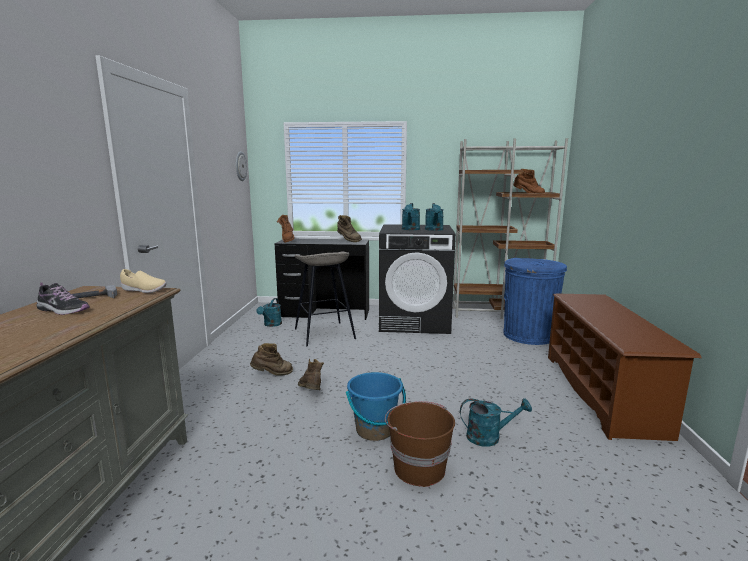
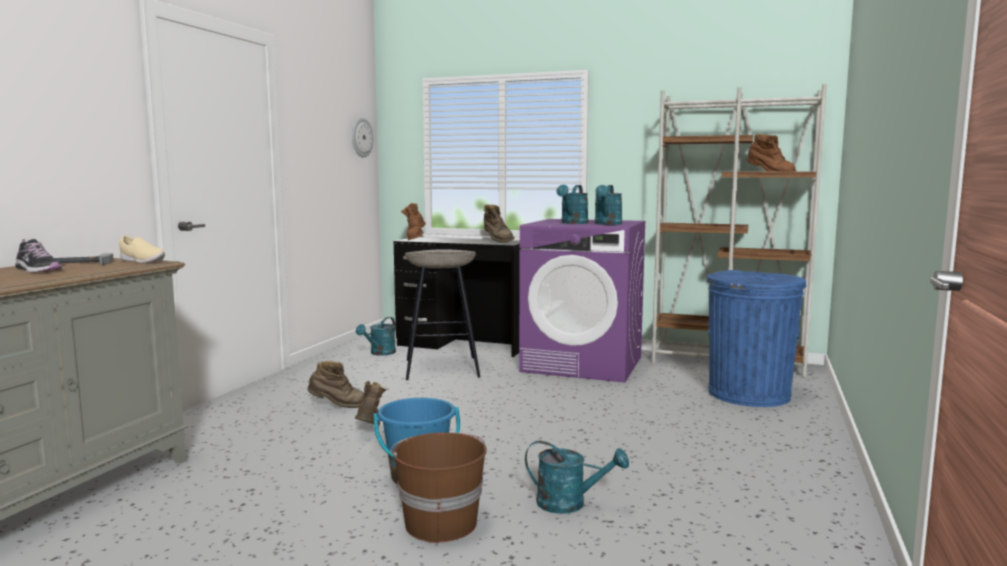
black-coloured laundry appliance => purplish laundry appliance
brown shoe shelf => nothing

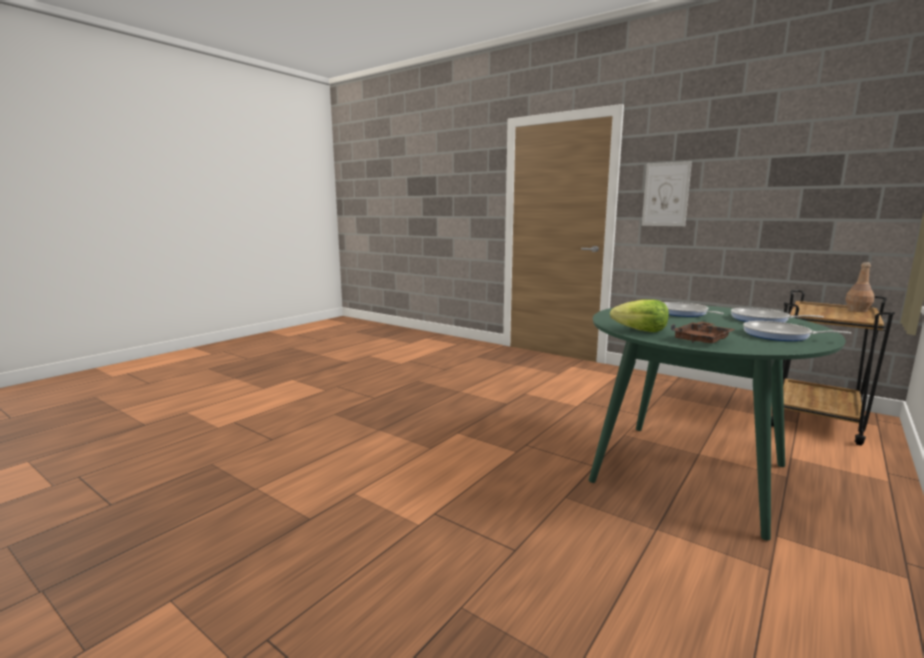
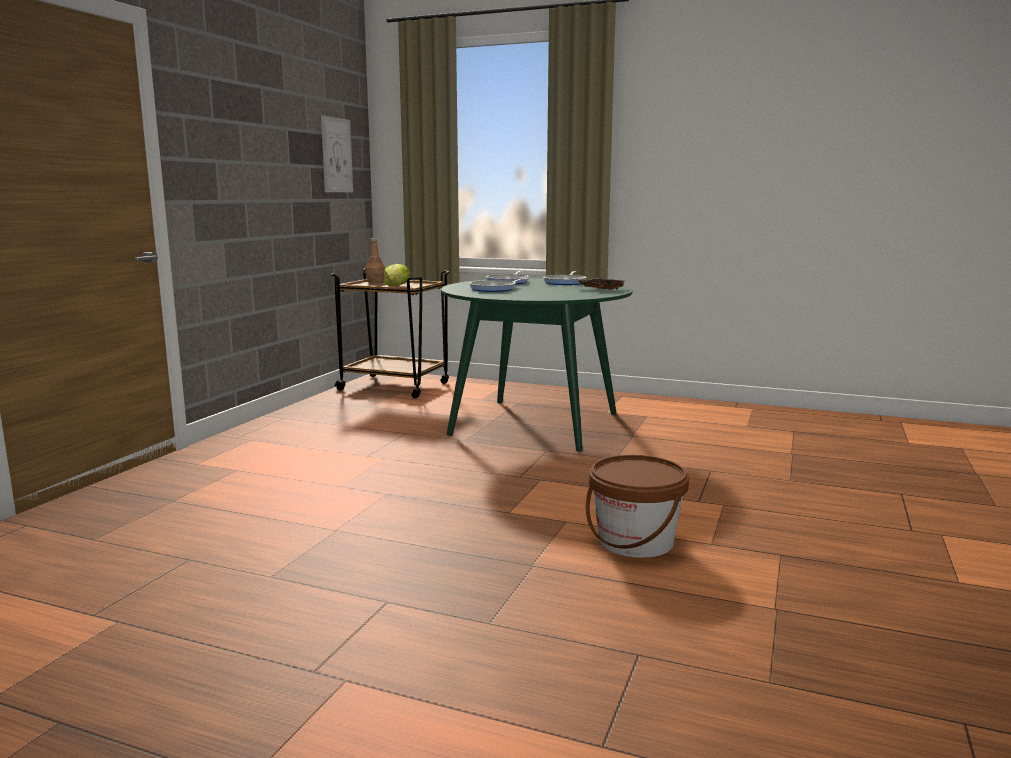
head of lettuce, shifted
wall art, shifted
nothing => brown water bucket

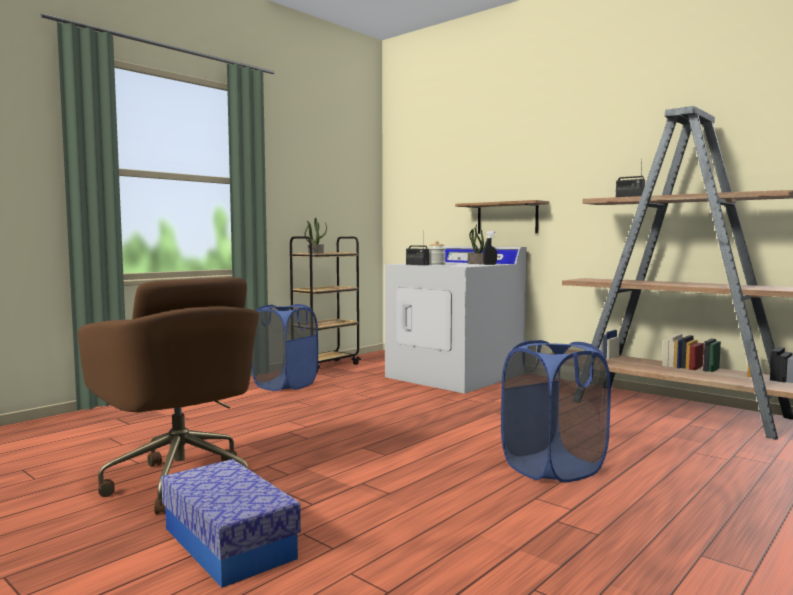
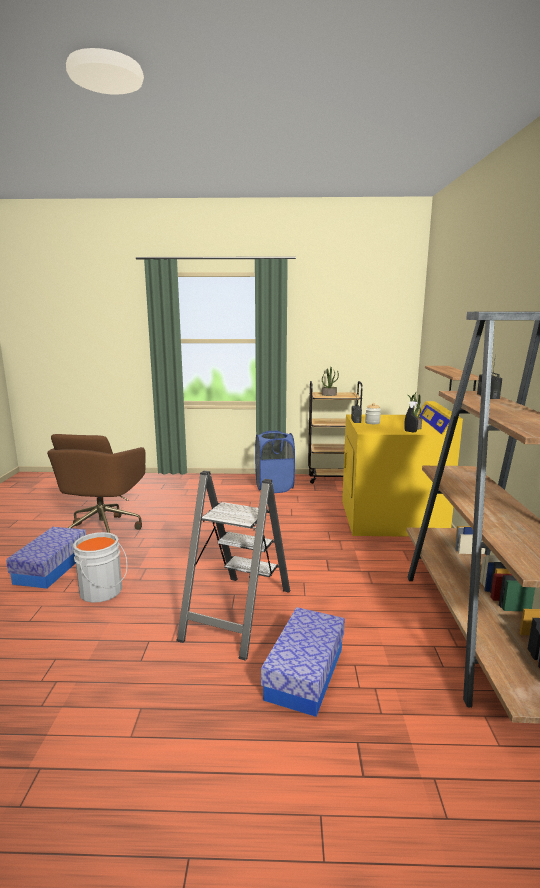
whitish laundry appliance => yellowish laundry appliance
blue washing basket (no. 2 from left) => greyish step ladder
nothing => greyish water bucket
nothing => storage container (no. 2 from left)

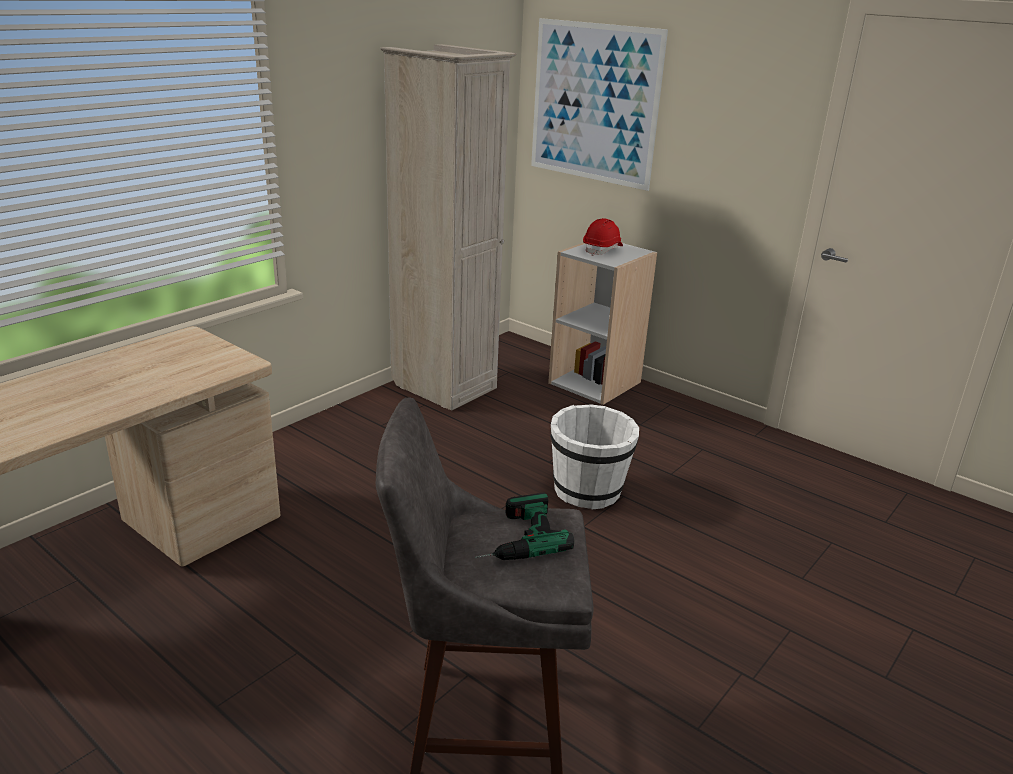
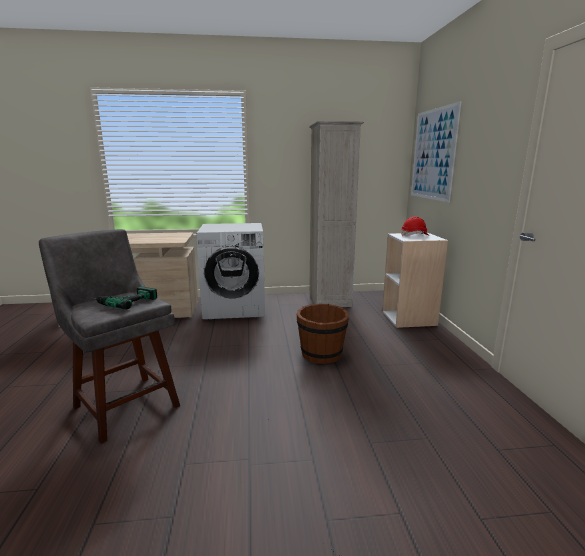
whitish water bucket => brown water bucket
nothing => whitish laundry appliance

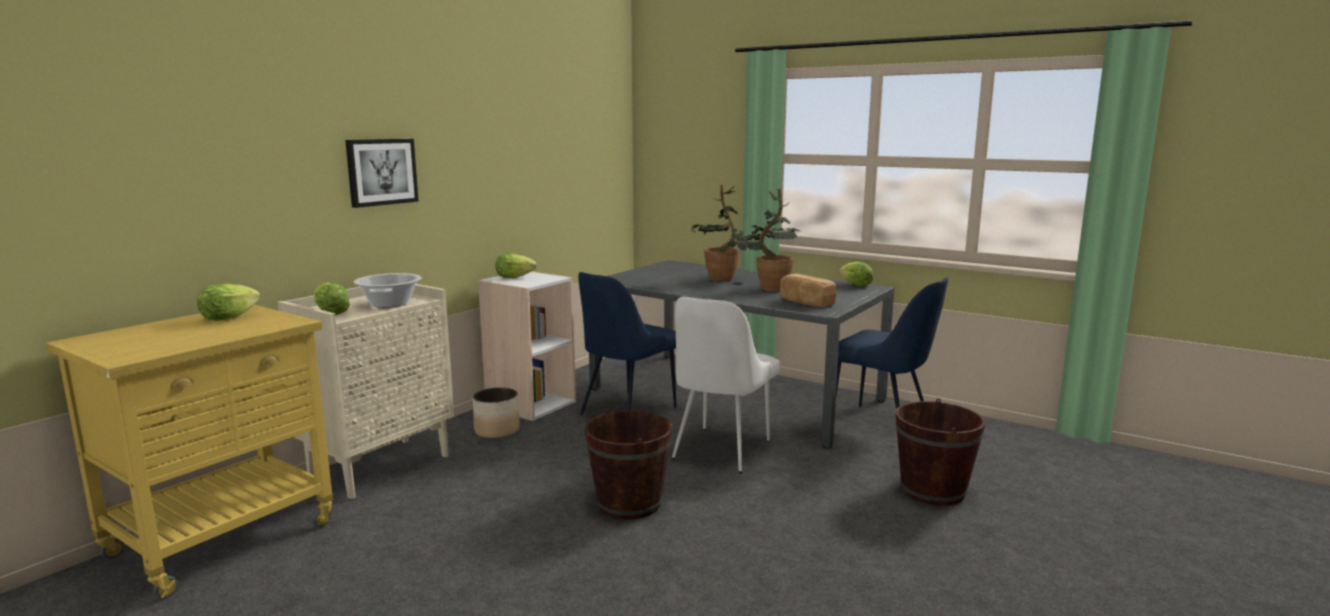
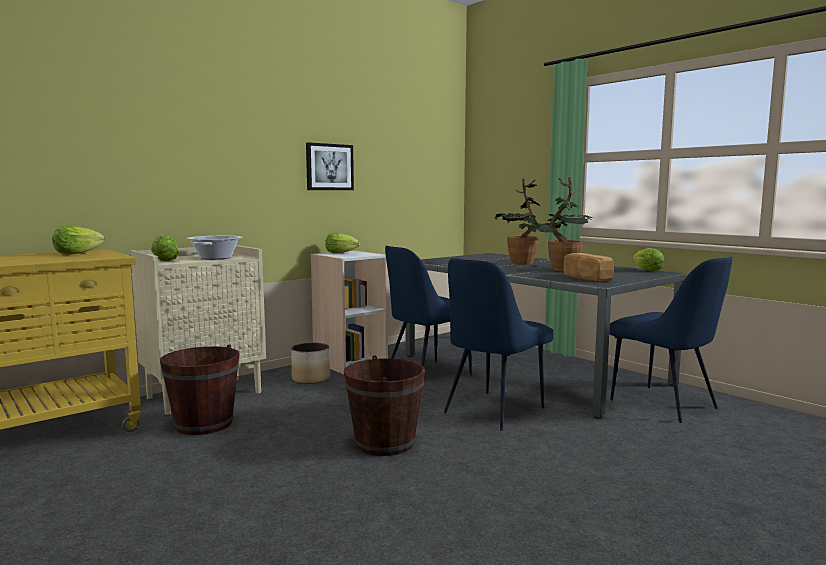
wall art, shifted
whitish plain chair => blue plain chair (no. 2 from left)
brown water bucket (no. 2 from left in the first image) => brown water bucket (no. 1 from left), shifted

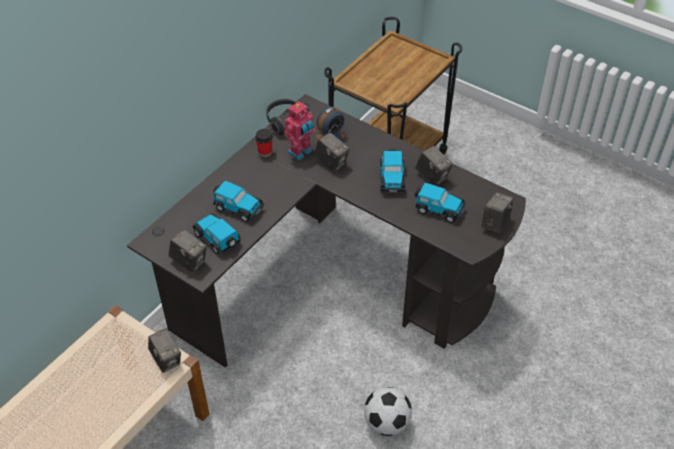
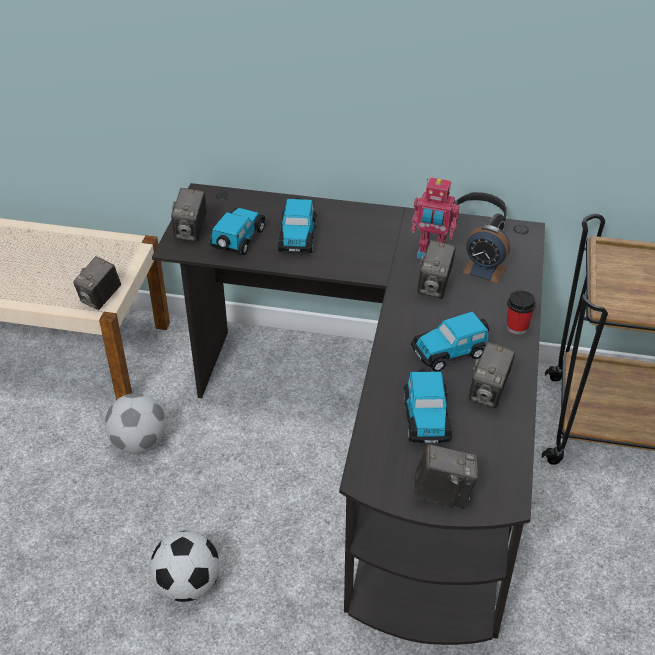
cup, shifted
nothing => football ball (no. 1 from left)

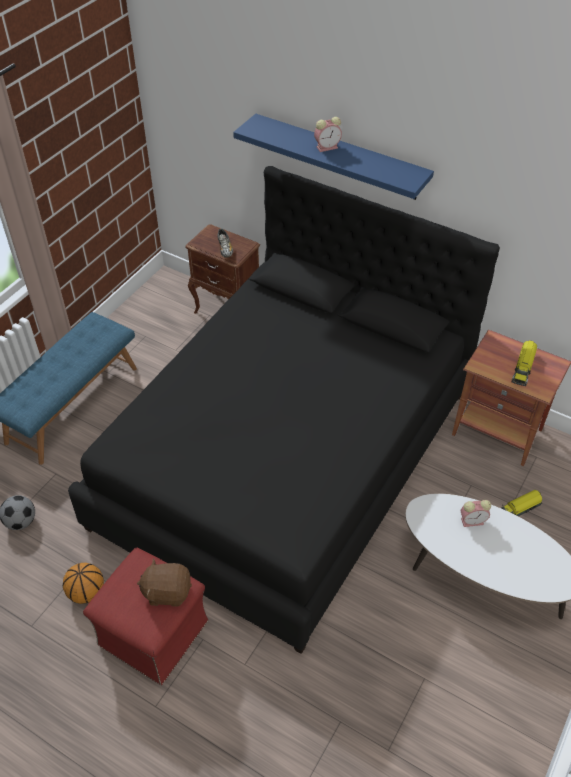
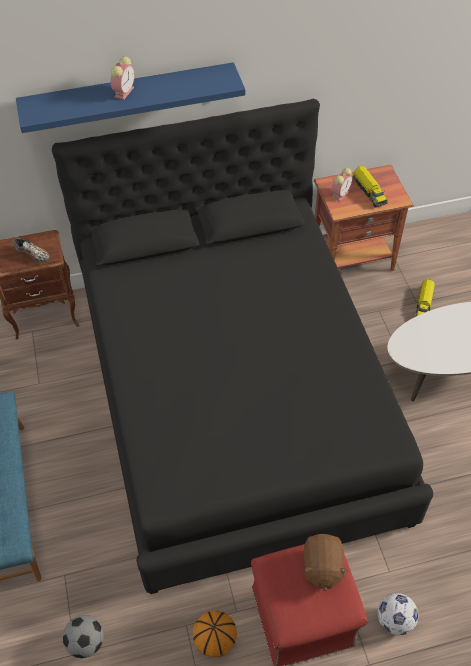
brown cuddly toy, 45 degrees counterclockwise
alarm clock (no. 2 from left), shifted
nothing => football ball (no. 2 from left)

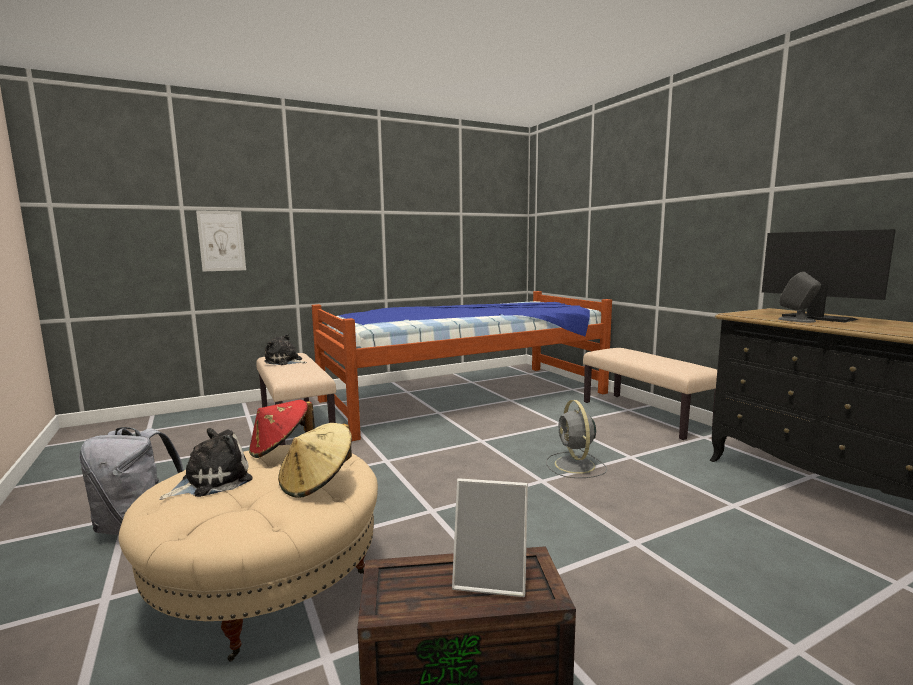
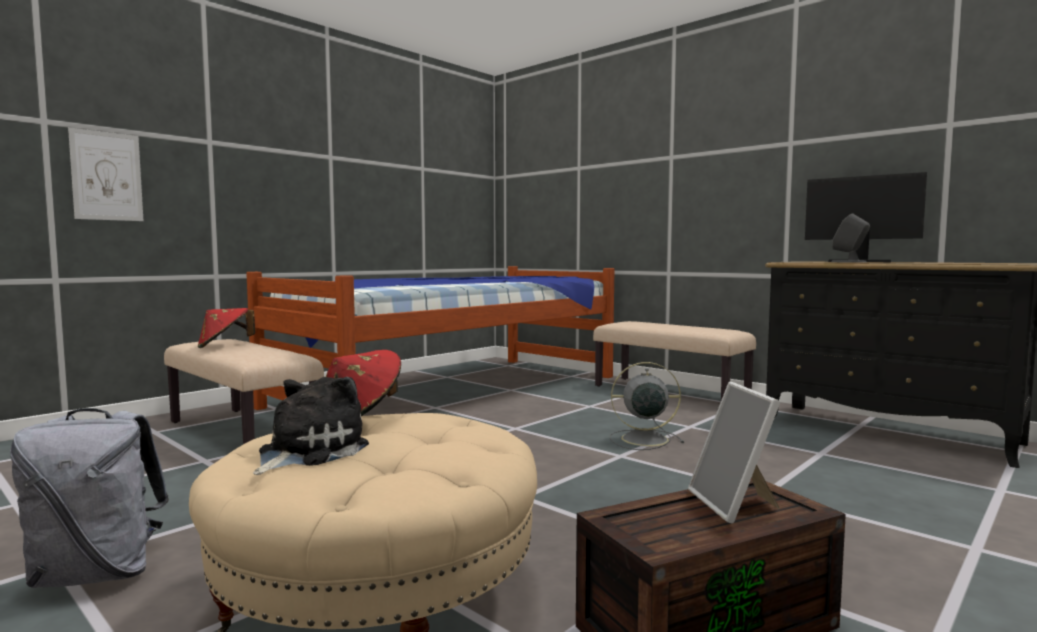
cuddly toy (no. 2 from left) => reddish hat (no. 1 from left)
beige-coloured hat => nothing
photo frame, 90 degrees clockwise
greyish fan, 120 degrees clockwise

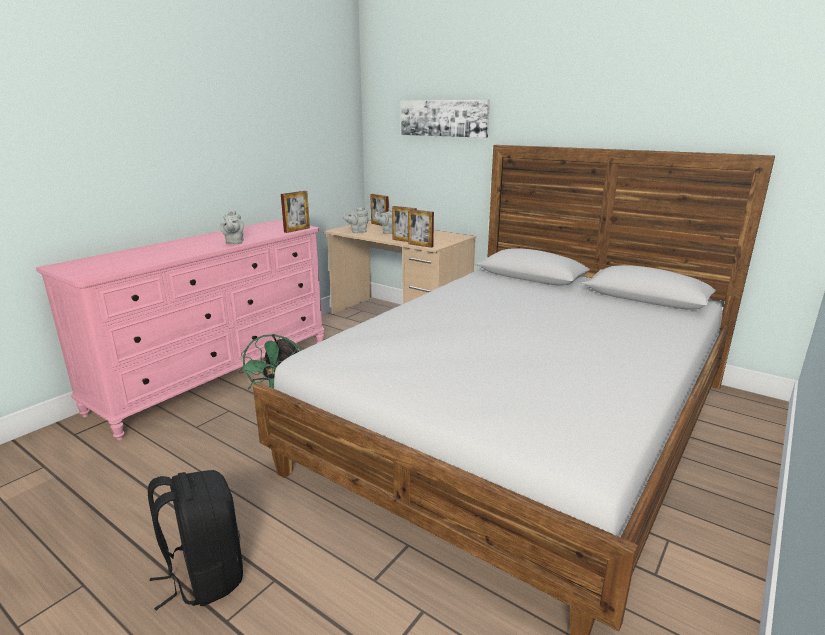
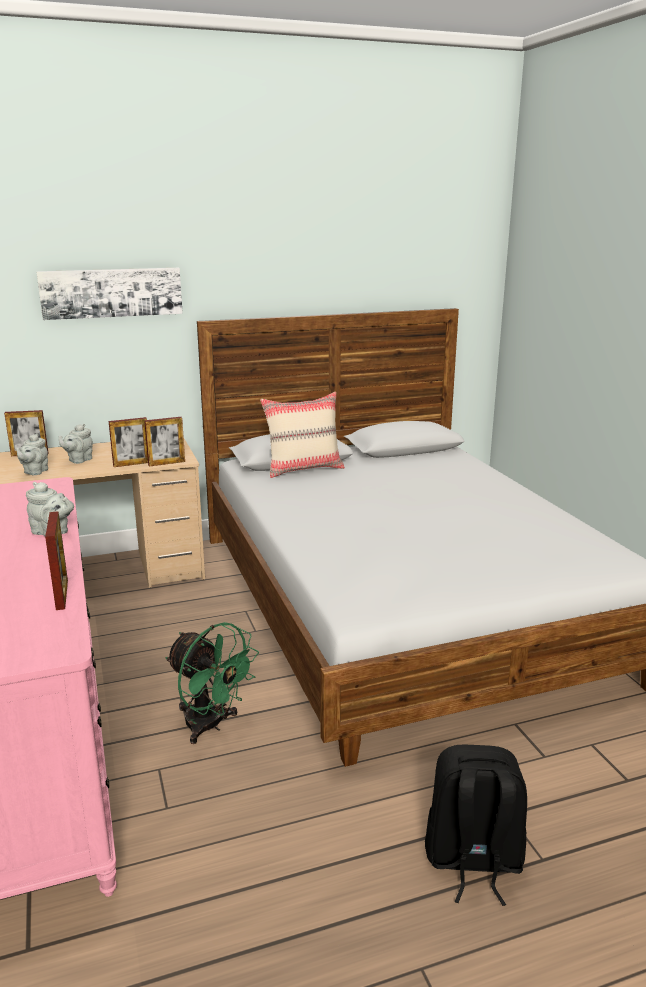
photo frame (no. 1 from left in the first image) => photo frame (no. 2 from left), shifted
nothing => beige-coloured cushion

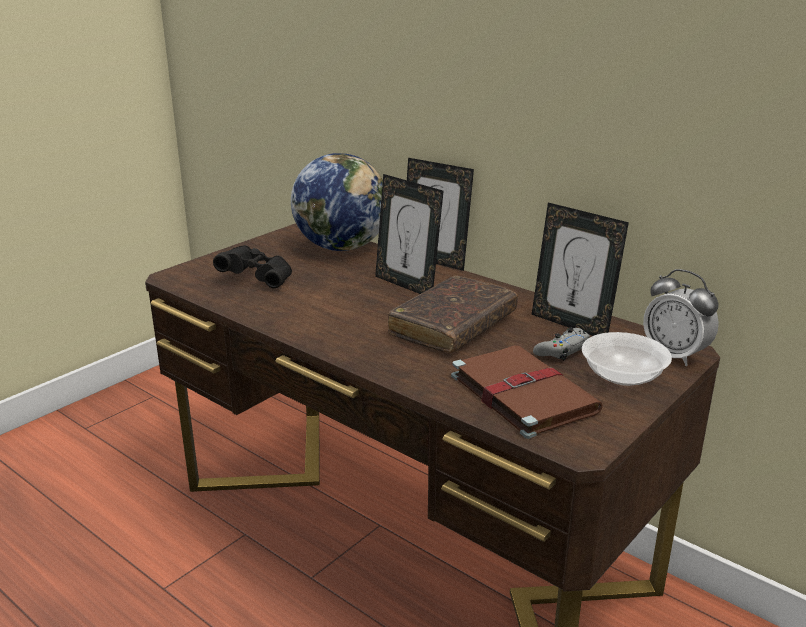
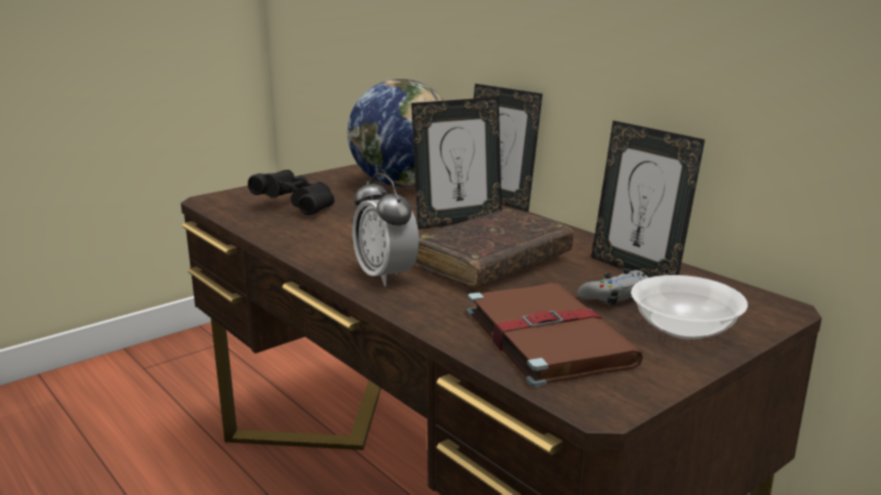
photo frame (no. 1 from left), 75 degrees counterclockwise
alarm clock, shifted

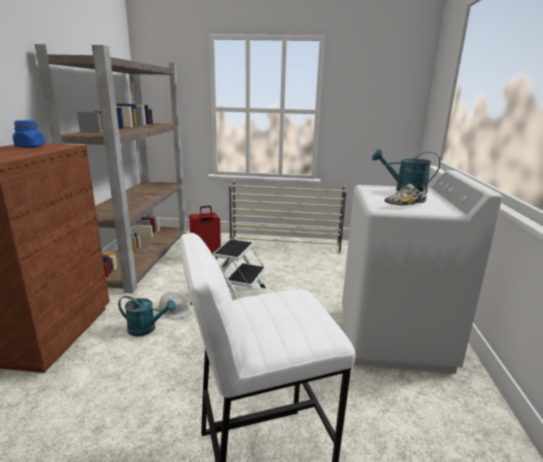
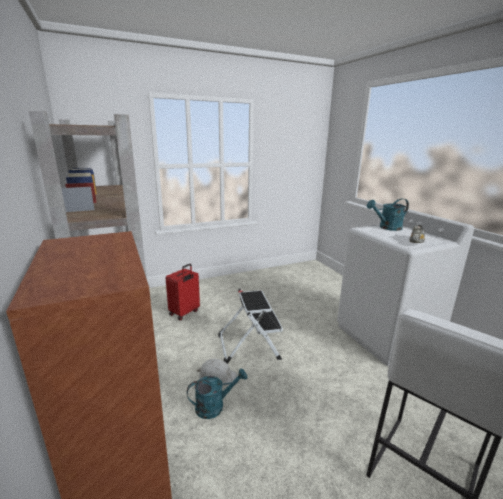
blue storage jar => nothing
beige-coloured shoe shelf => nothing

